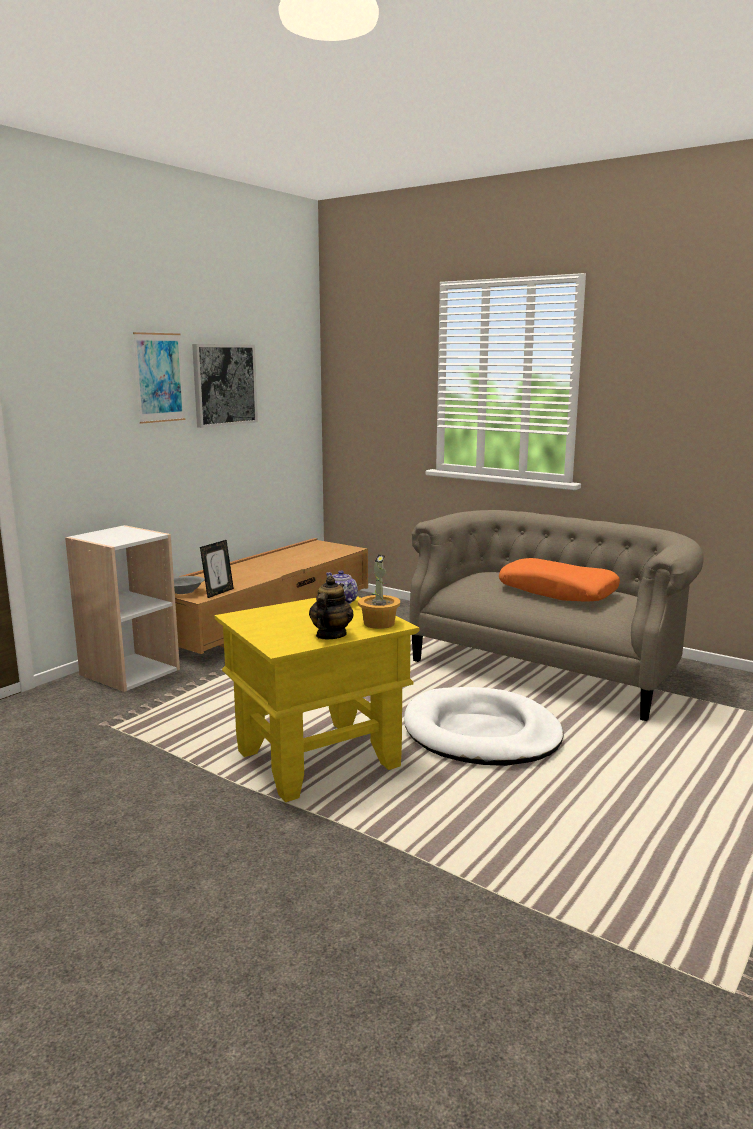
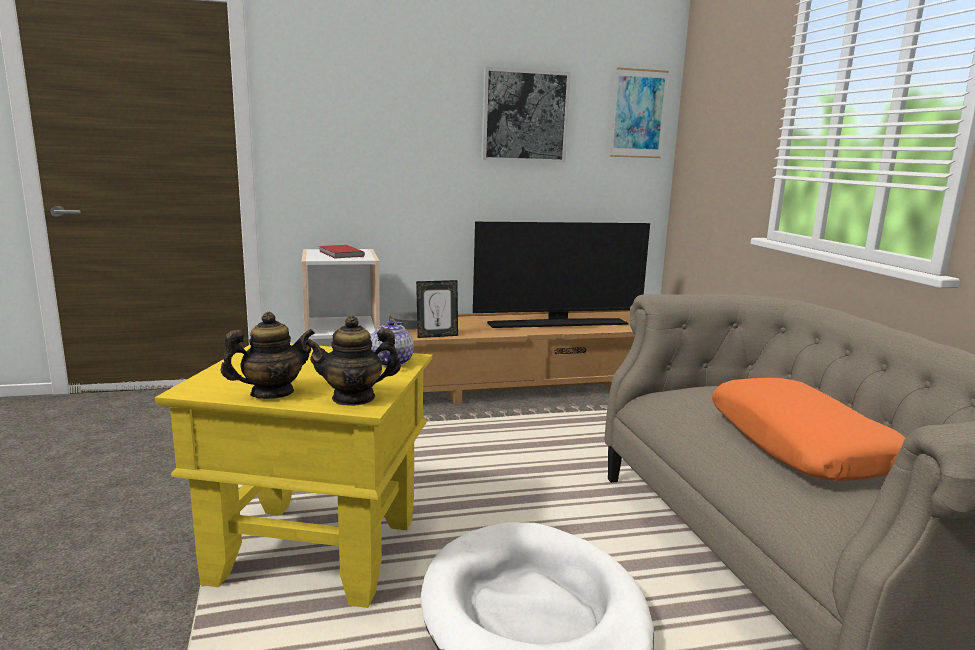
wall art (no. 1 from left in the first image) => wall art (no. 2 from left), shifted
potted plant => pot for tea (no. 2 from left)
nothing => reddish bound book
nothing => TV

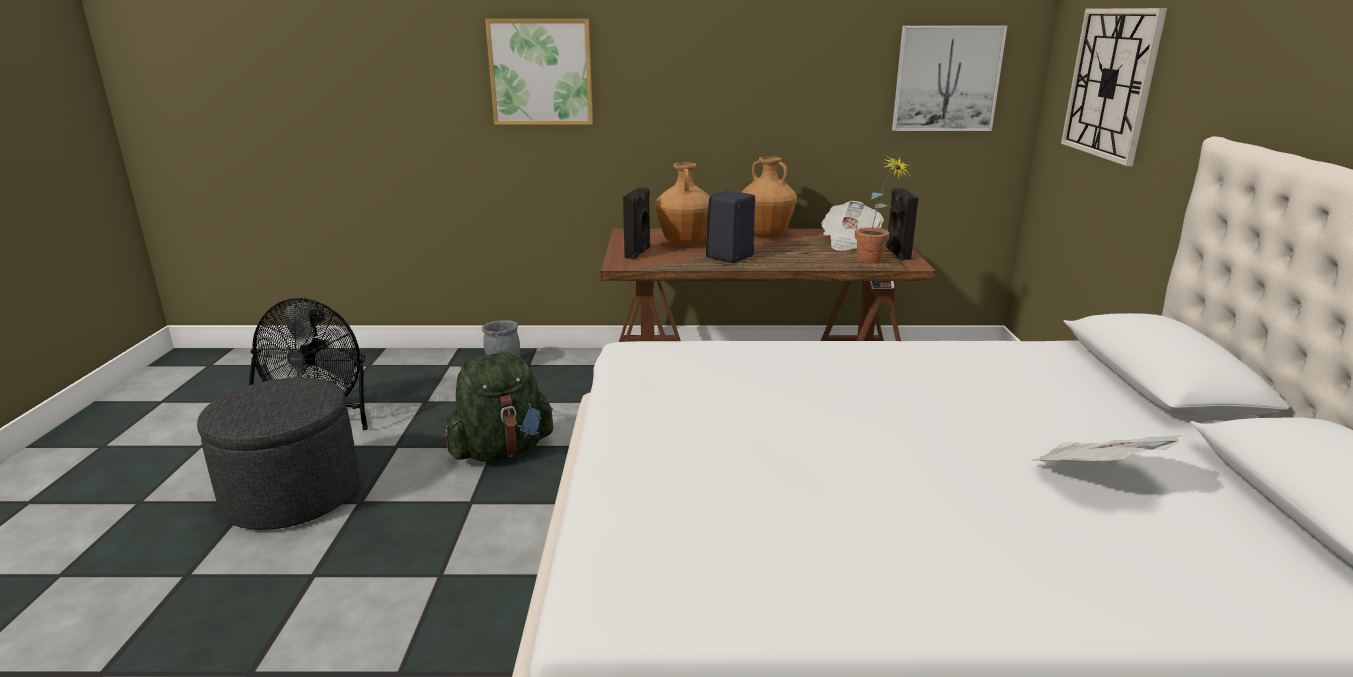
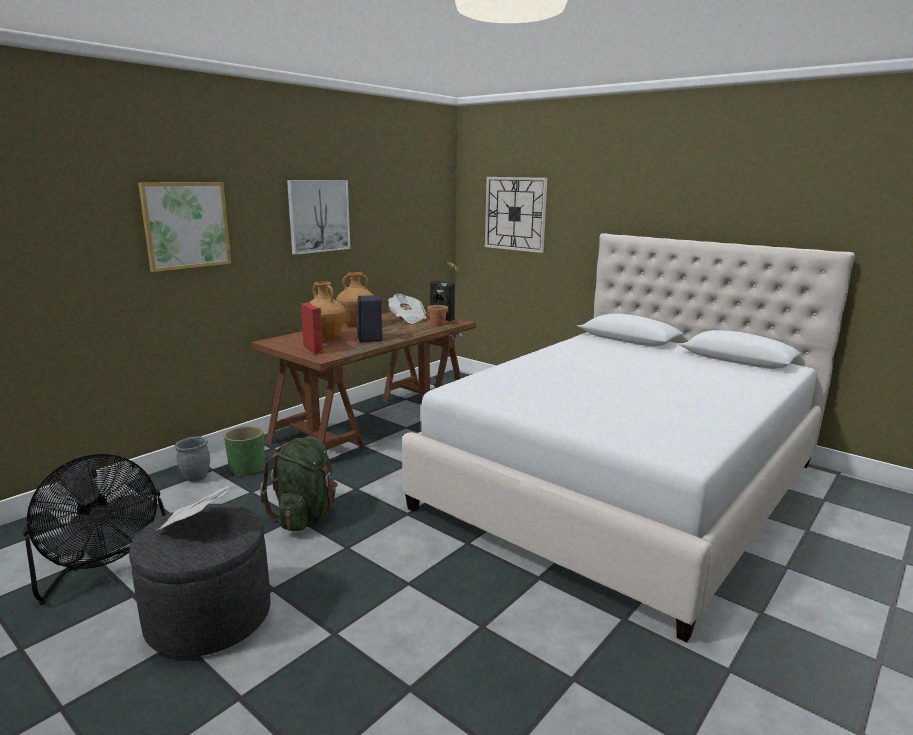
black-coloured loudspeaker (no. 1 from left) => reddish loudspeaker
wall art (no. 2 from left), shifted
daily paper (no. 2 from left in the first image) => daily paper (no. 1 from left), shifted
nothing => green planter

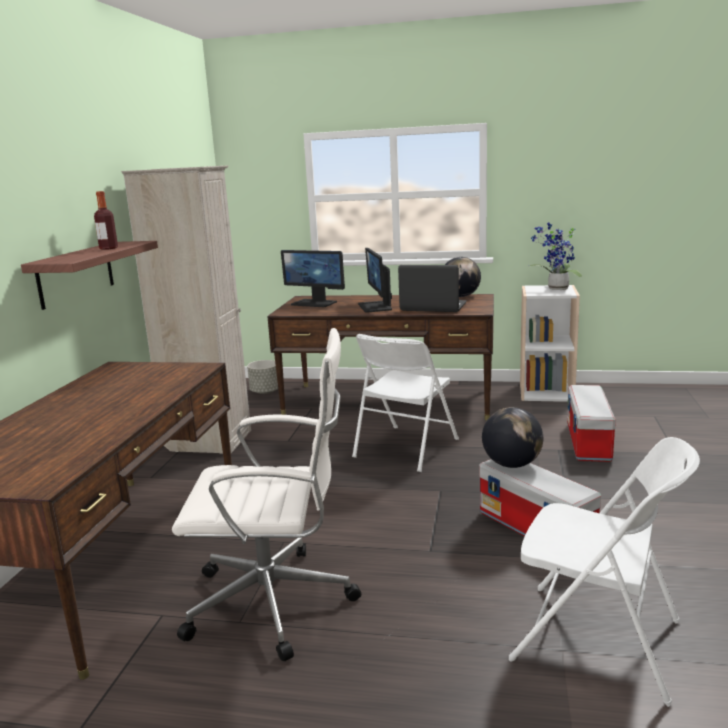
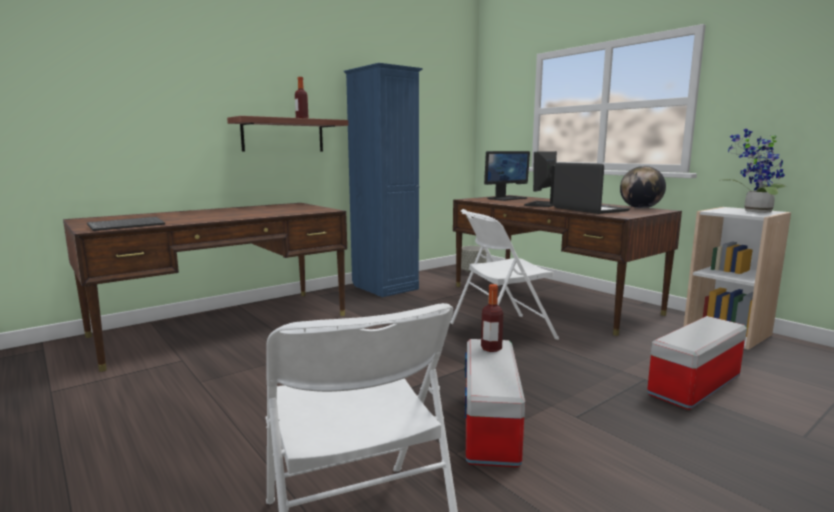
beige-coloured cabinet => blue cabinet
whitish computer chair => nothing
monitor (no. 1 from left), 105 degrees counterclockwise
globe (no. 2 from left) => beverage bottle (no. 2 from left)
nothing => keyboard

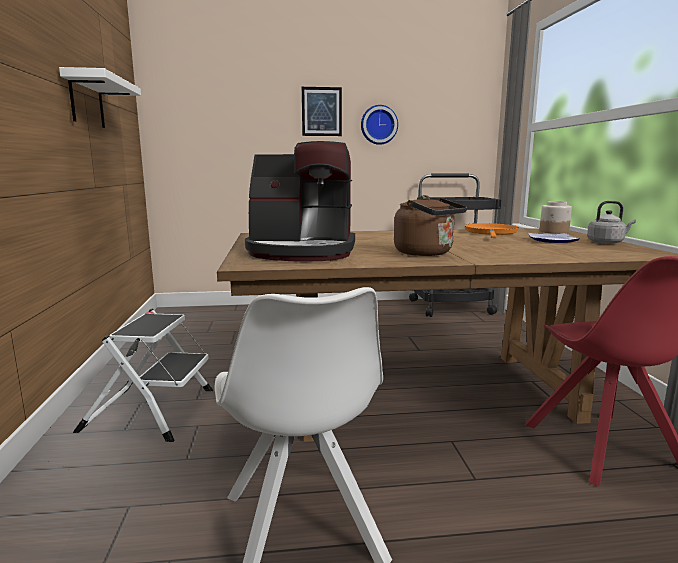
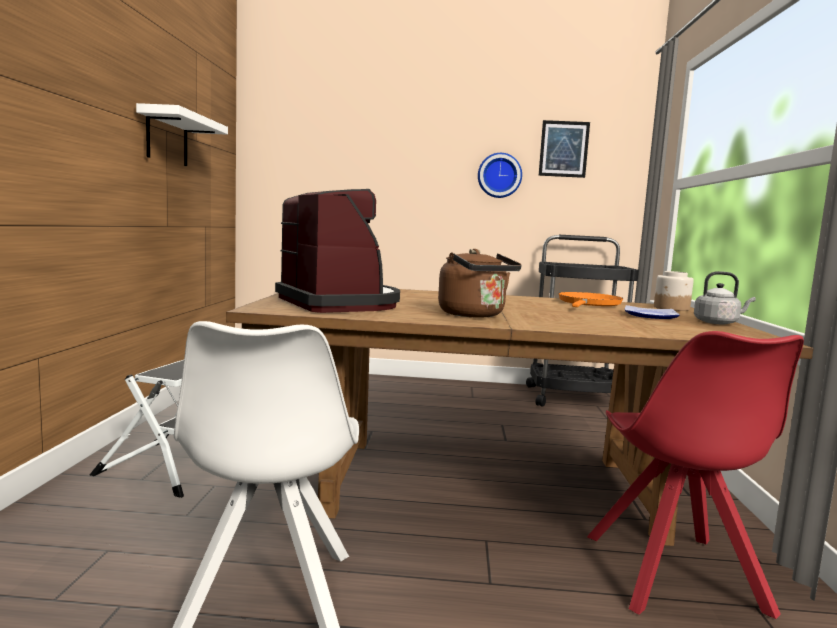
coffee maker, 135 degrees counterclockwise
wall art, shifted

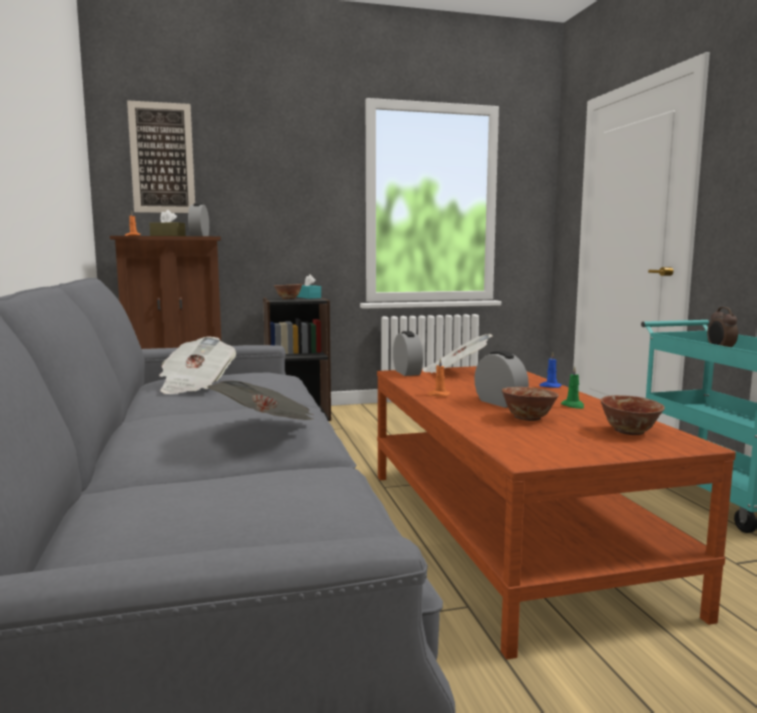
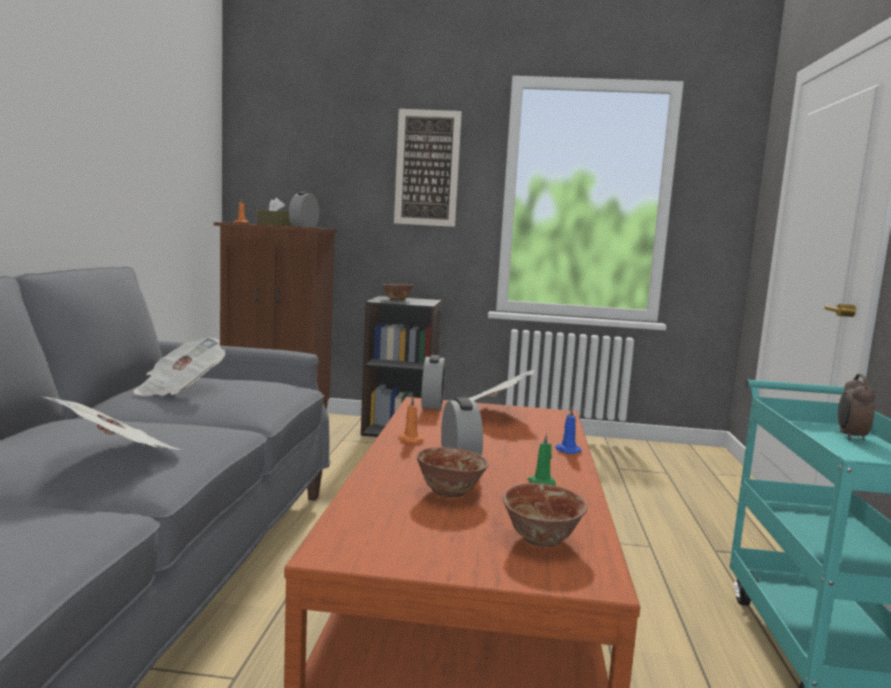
wall art, shifted
turquoise box of tissues => nothing

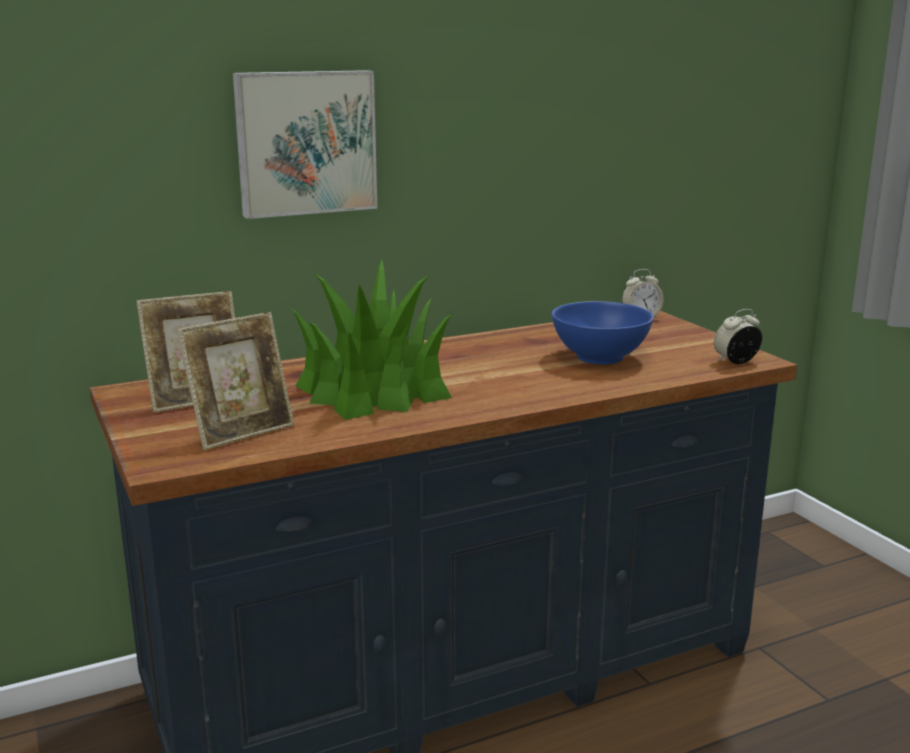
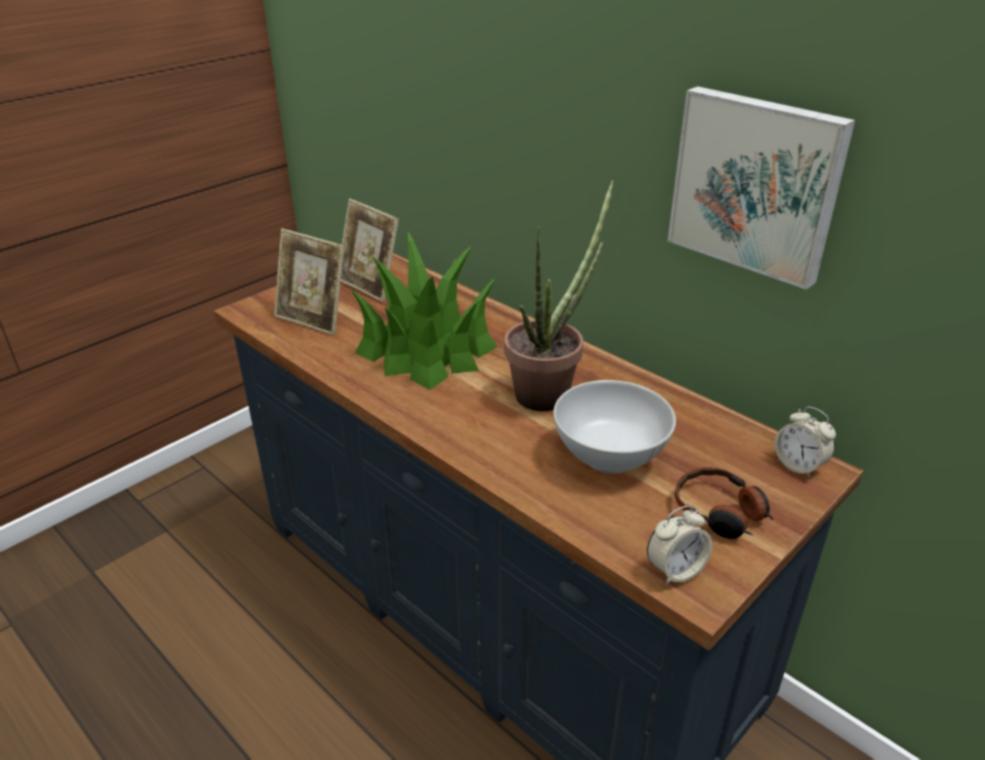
wall art, shifted
blue bowl => whitish bowl
alarm clock (no. 2 from left in the first image) => alarm clock (no. 1 from left), 105 degrees clockwise
nothing => potted plant (no. 2 from left)
nothing => pair of headphones

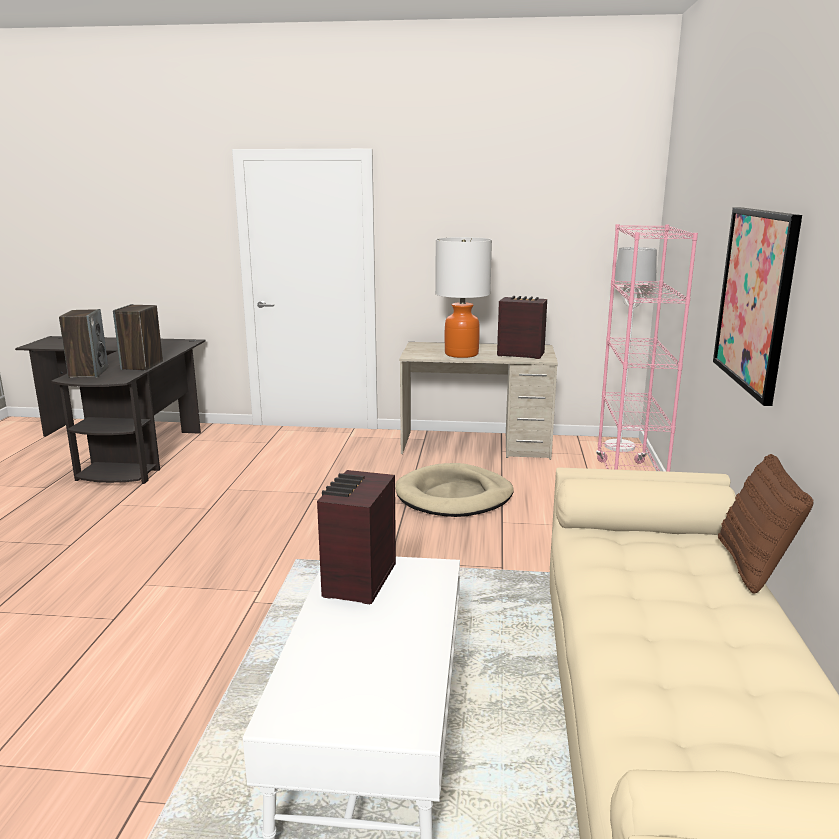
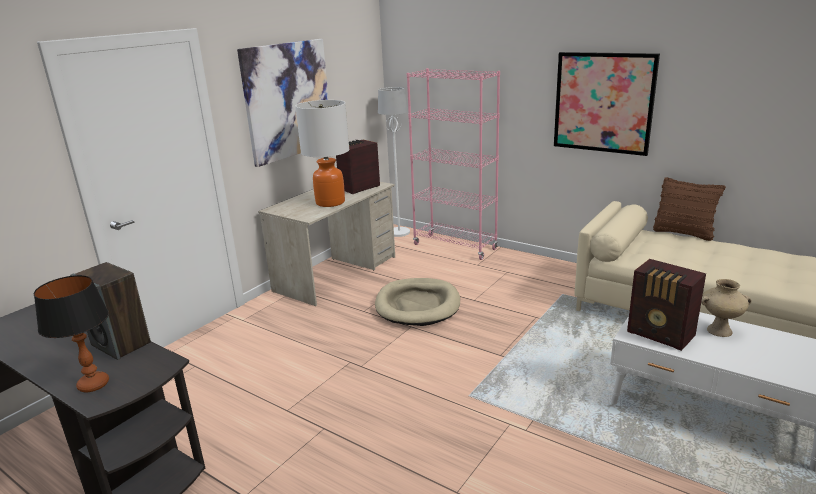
loudspeaker (no. 1 from left) => tabletop lamp (no. 1 from left)
nothing => wall art (no. 1 from left)
nothing => beige-coloured vase

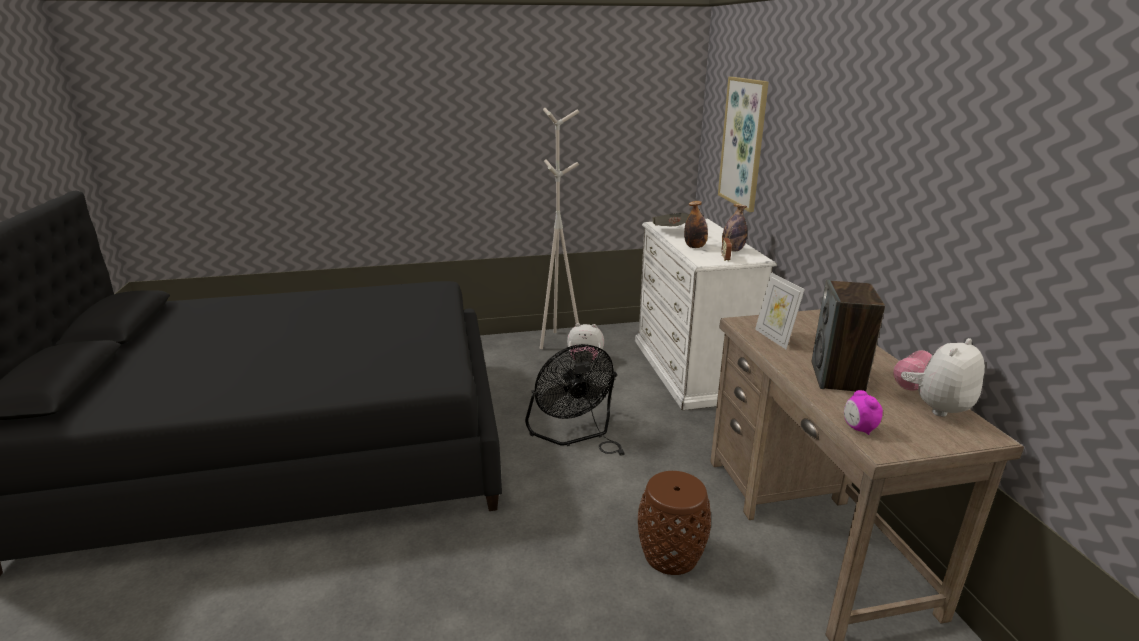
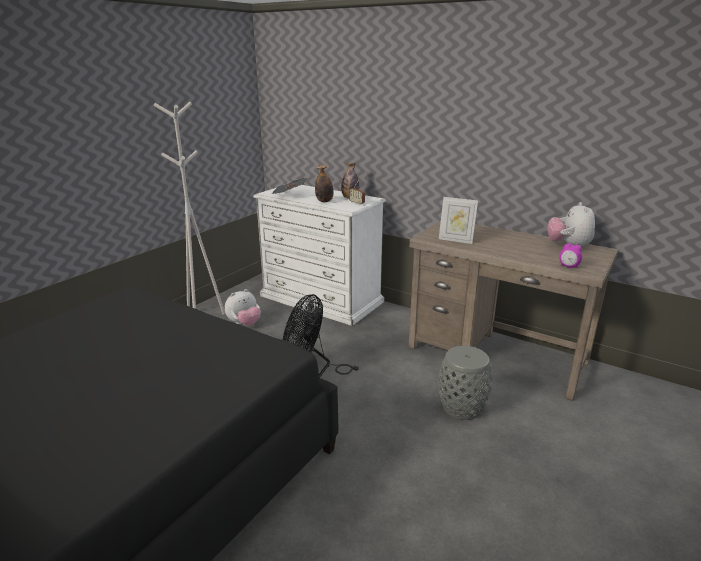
brown sitting stool => greyish sitting stool
wall art => nothing
loudspeaker => nothing

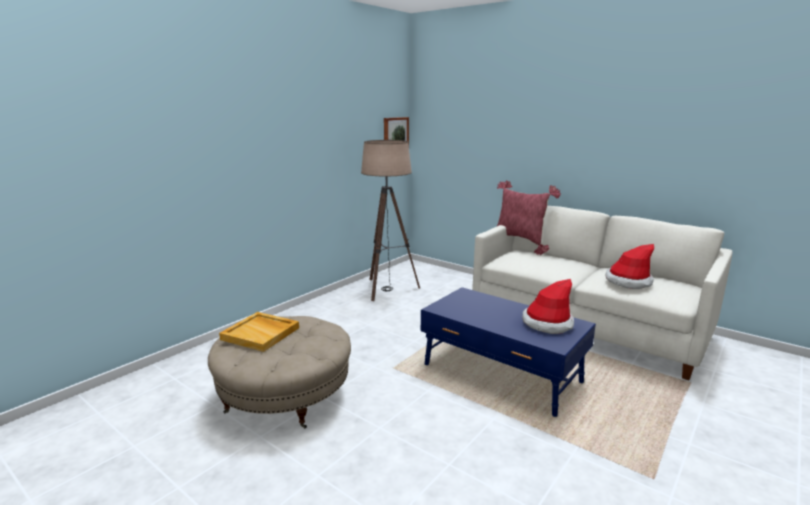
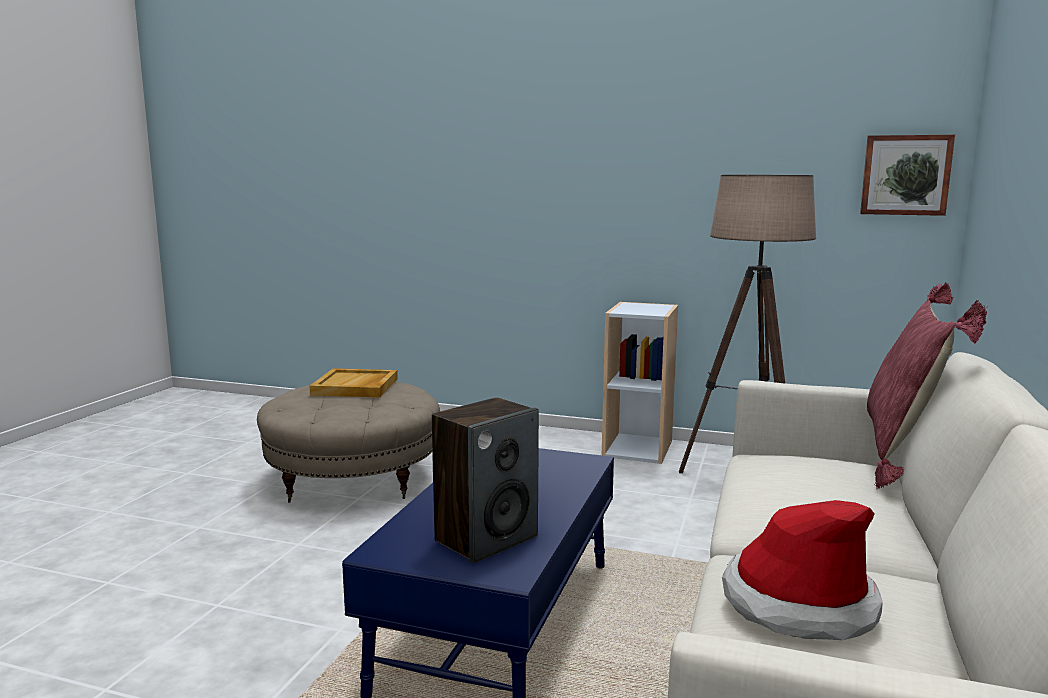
hat (no. 1 from left) => loudspeaker
nothing => shelving unit

